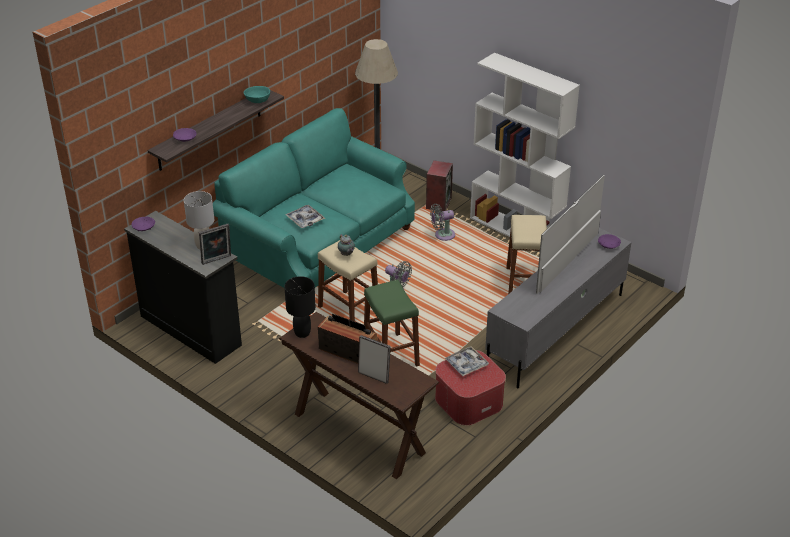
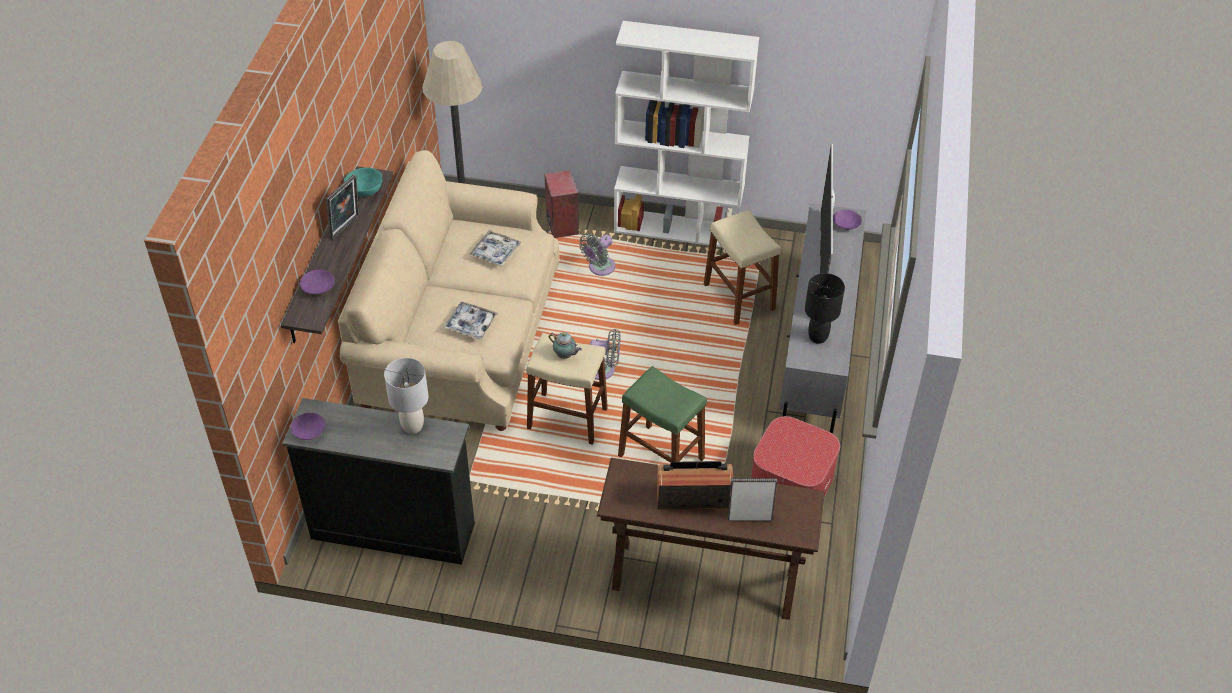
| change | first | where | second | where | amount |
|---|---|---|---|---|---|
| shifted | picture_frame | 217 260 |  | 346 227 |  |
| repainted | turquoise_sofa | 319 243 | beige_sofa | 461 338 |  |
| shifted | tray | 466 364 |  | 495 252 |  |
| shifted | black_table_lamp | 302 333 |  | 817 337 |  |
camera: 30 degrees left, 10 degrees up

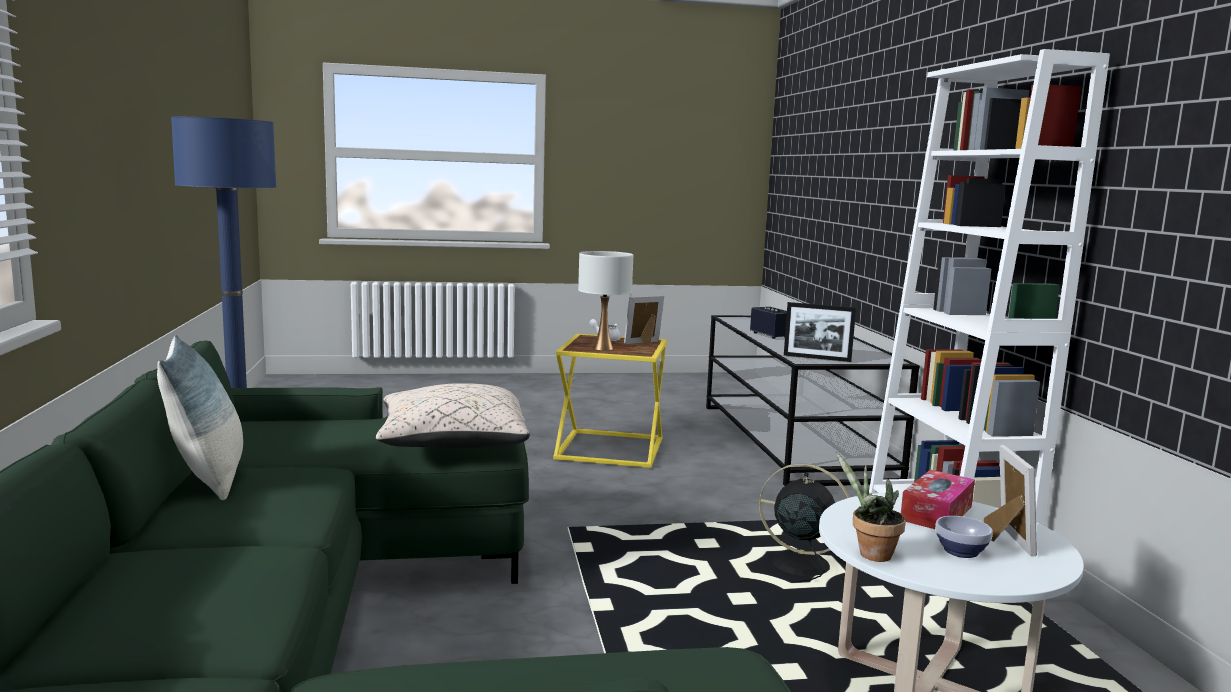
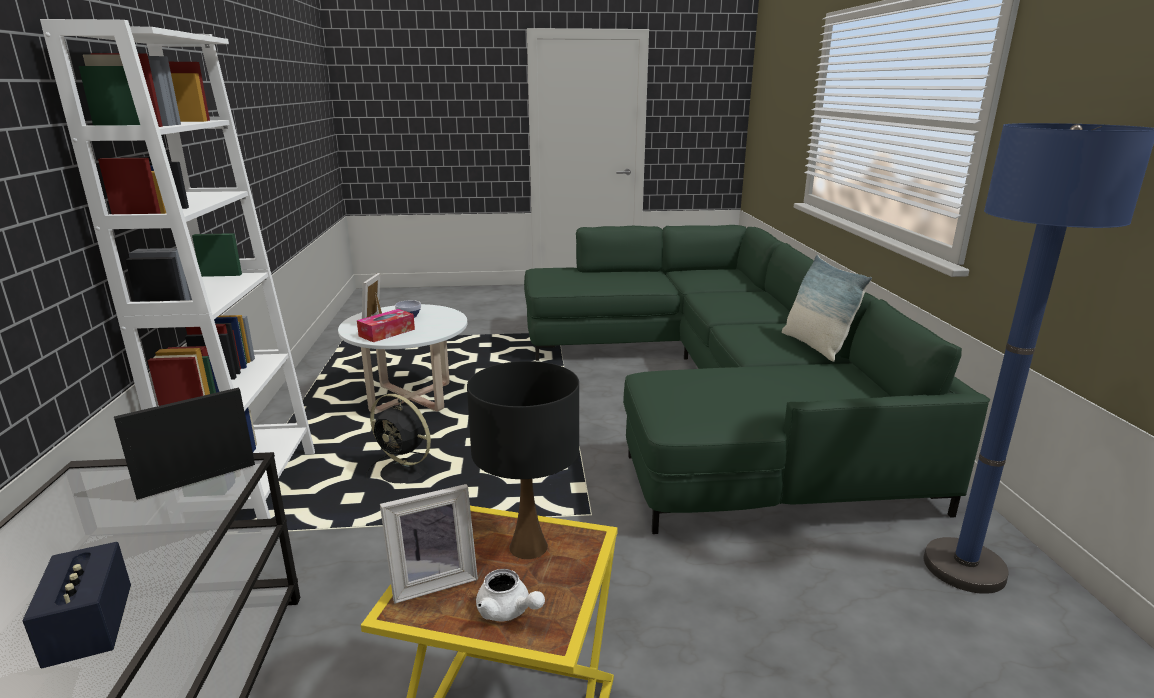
| change | first | where | second | where | amount |
|---|---|---|---|---|---|
| rotated | picture_frame | 817 358 |  | 197 480 | 60 degrees counterclockwise |
| repainted | white_table_lamp | 603 348 | black_table_lamp | 528 547 |  |
| gone | beige_pillow | 452 444 |  |  |  |
| gone | potted_plant | 870 554 |  |  |  |
camera: 175 degrees left, 10 degrees up

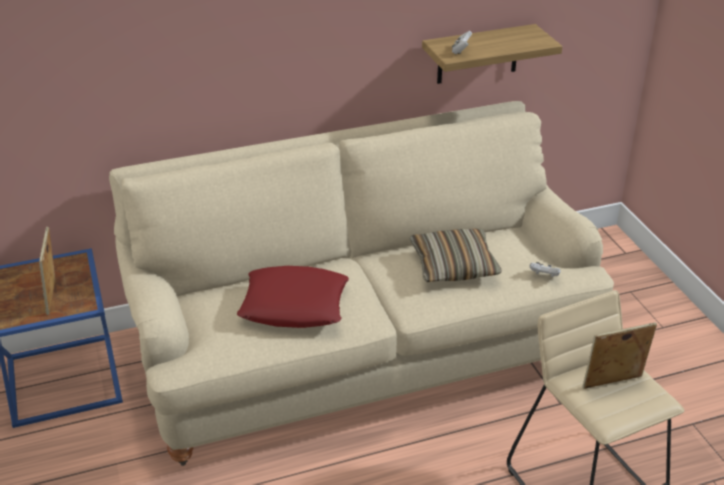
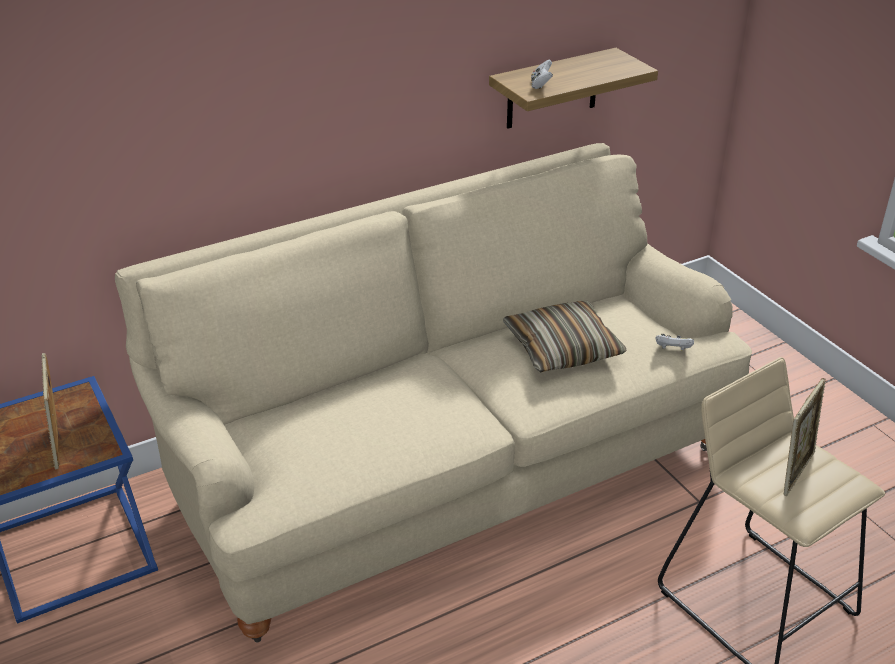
| change | first | where | second | where | amount |
|---|---|---|---|---|---|
| rotated | picture_frame | 612 384 |  | 795 471 | 150 degrees clockwise |
| gone | red_pillow | 294 305 |  |  |  |
camera: 10 degrees left, 0 degrees up

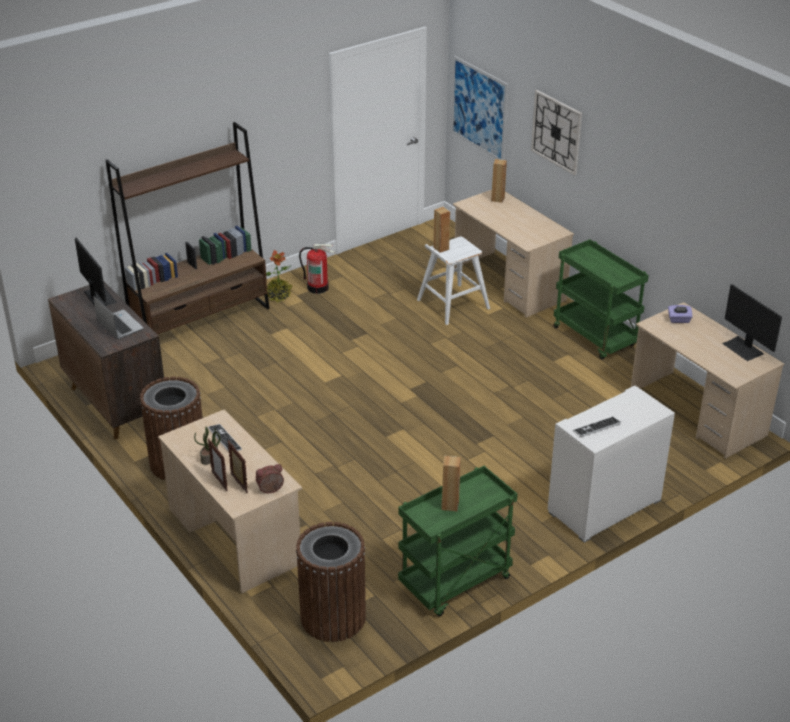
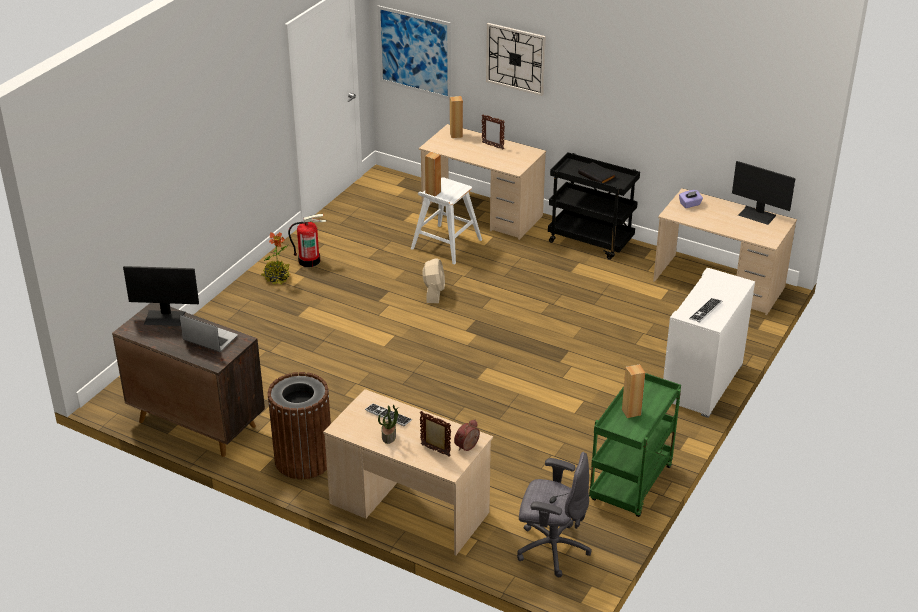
| change | first | where | second | where | amount |
|---|---|---|---|---|---|
| rotated | monitor | 99 297 |  | 165 318 | 150 degrees clockwise |
| new |  |  | beige_fan | 434 292 |  |
| shifted | picture_frame | 219 481 |  | 492 146 |  |
| swapped | brown_trash_can | 333 617 | grey_office_chair | 551 548 |  |
| repainted | green_cart | 596 337 | black_cart | 591 241 |  |
| new |  |  | black_book | 597 175 |  |
| gone | brown_bookcase | 201 320 |  |  |  |
camera: 25 degrees left, 0 degrees up

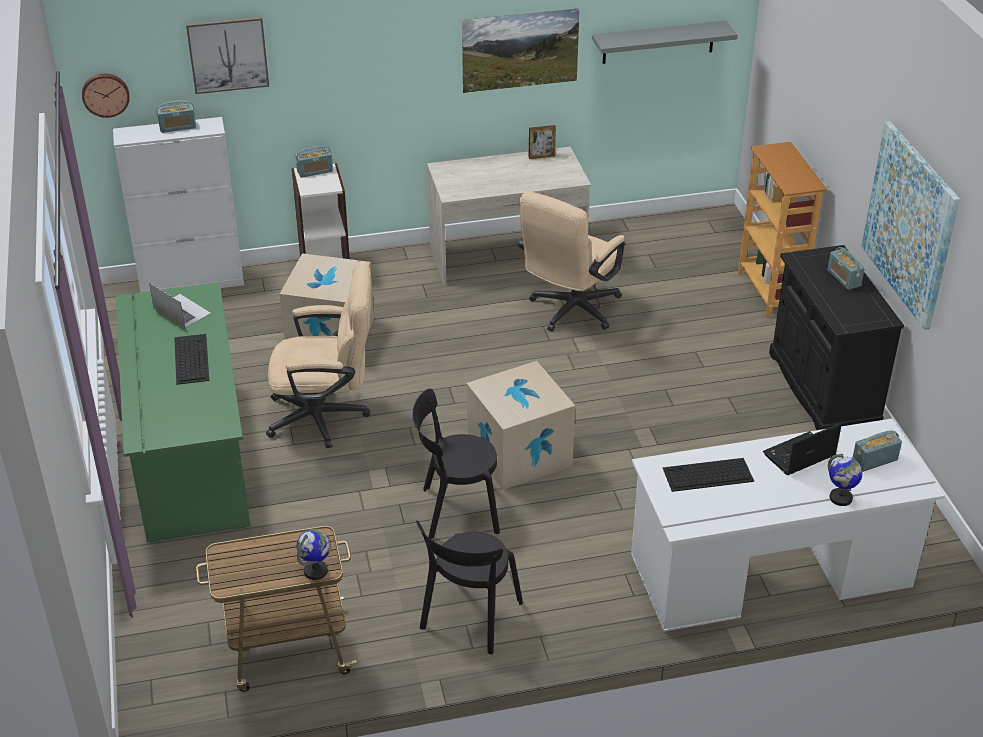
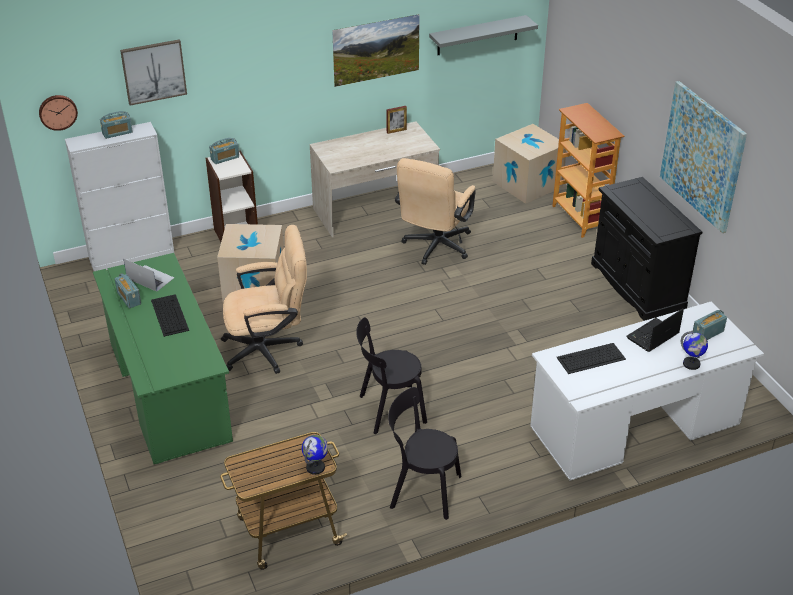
| change | first | where | second | where | amount |
|---|---|---|---|---|---|
| shifted | radio | 843 278 |  | 129 298 |  |
| rotated | black_chair | 469 619 |  | 422 490 | 90 degrees clockwise |
| shifted | cardboard_box | 519 454 |  | 527 184 |  |
camera: 10 degrees left, 0 degrees up

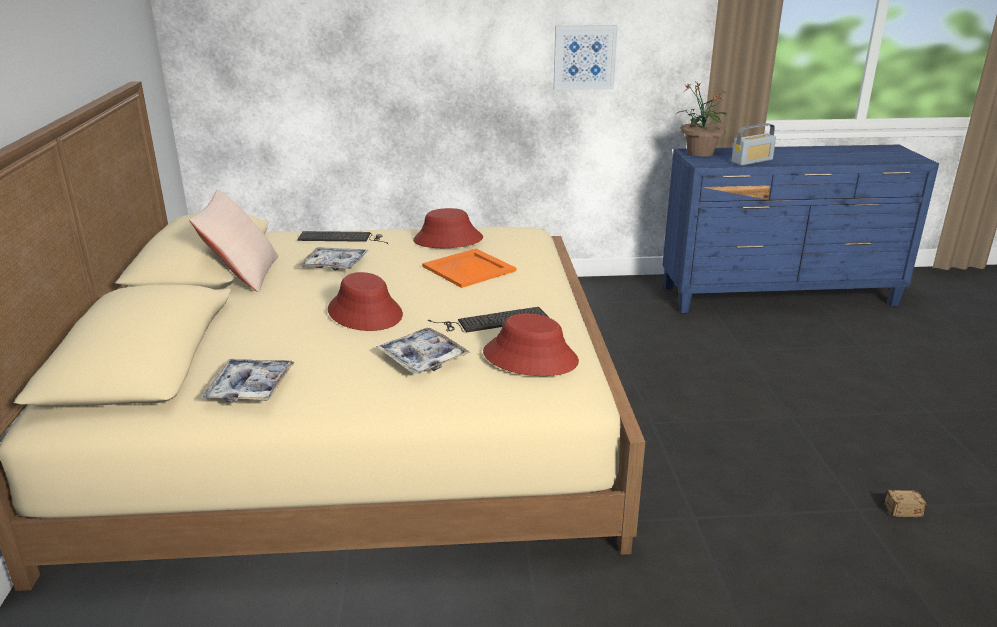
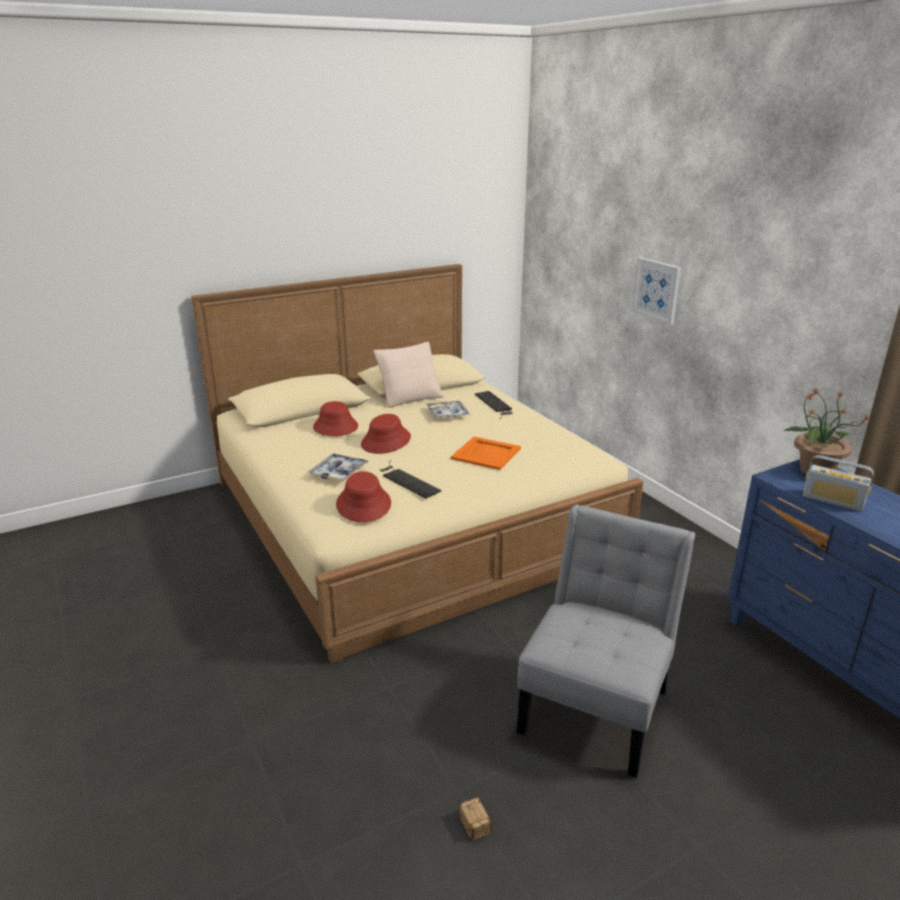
| change | first | where | second | where | amount |
|---|---|---|---|---|---|
| shifted | red_hat | 448 240 |  | 335 427 |  |
| new |  |  | grey_chair | 597 705 |  |
| shifted | picture | 584 57 |  | 657 290 |  |
| gone | tray | 250 388 |  |  |  |
camera: 65 degrees right, 0 degrees up

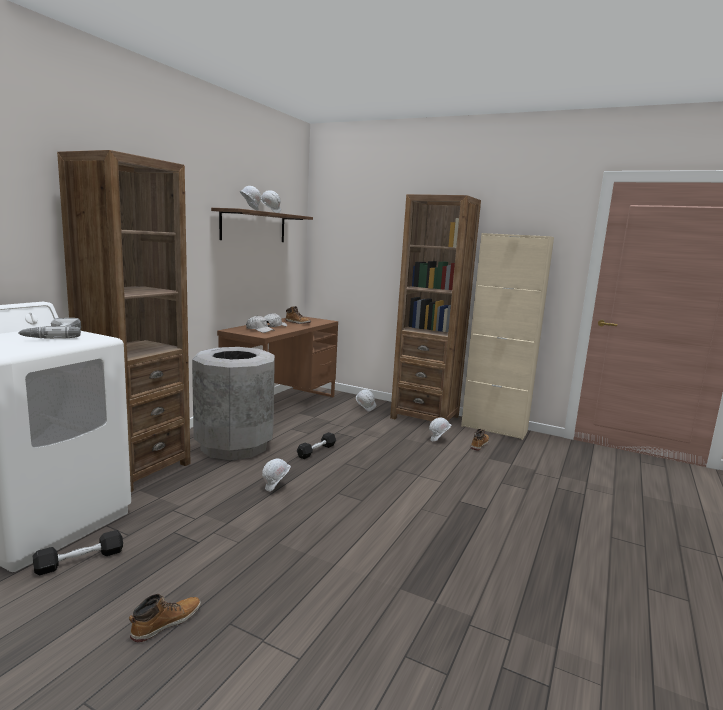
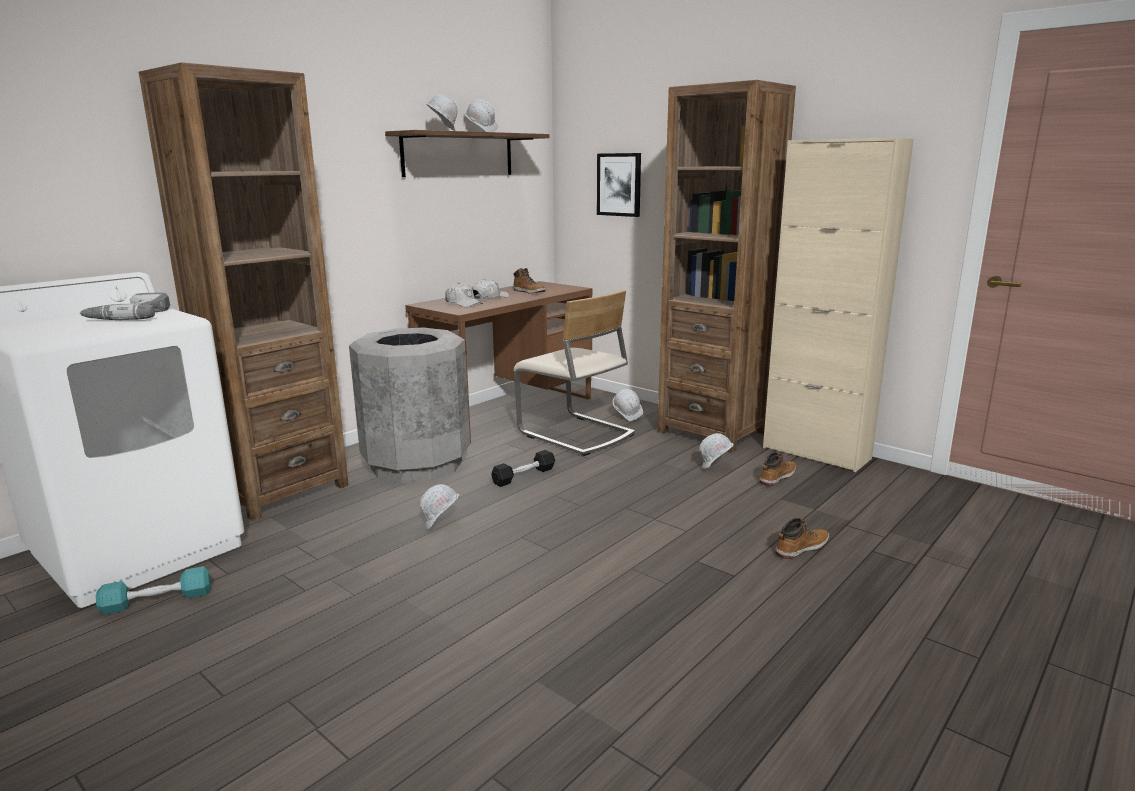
| change | first | where | second | where | amount |
|---|---|---|---|---|---|
| repainted | black_dumbbell | 80 560 | turquoise_dumbbell | 157 601 |  |
| new |  |  | beige_chair | 575 434 |  |
| new |  |  | picture | 619 184 |  |
| shifted | boot | 166 623 |  | 801 548 |  |
camera: 15 degrees right, 5 degrees up

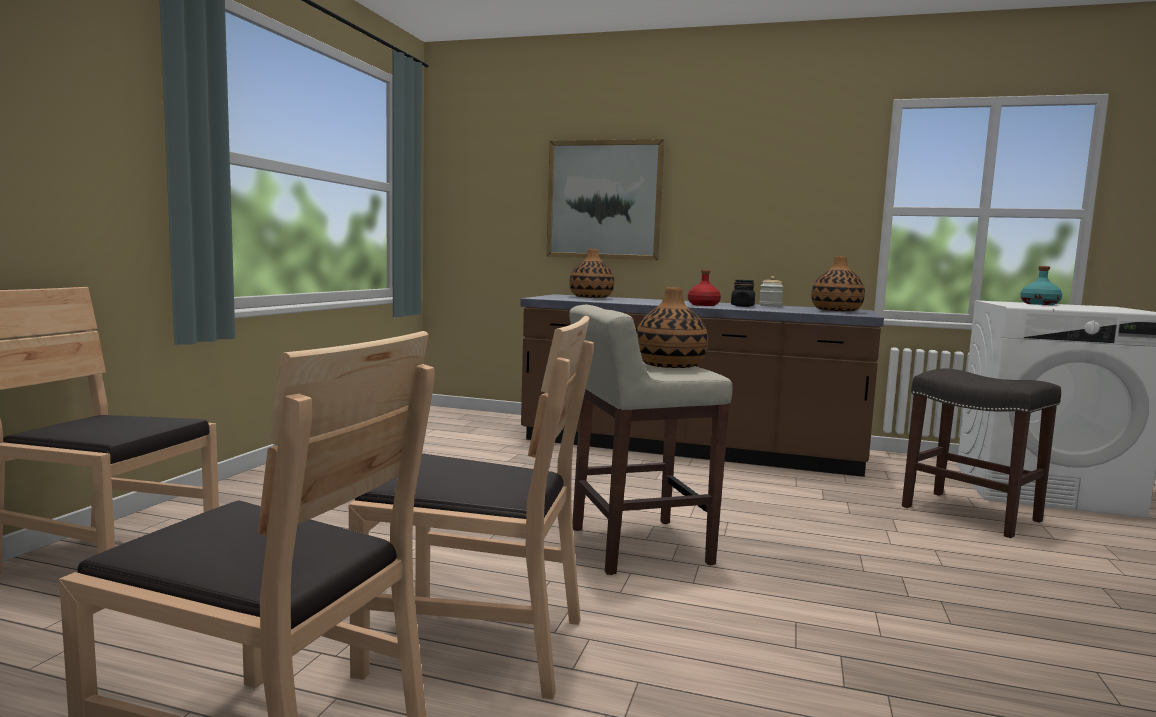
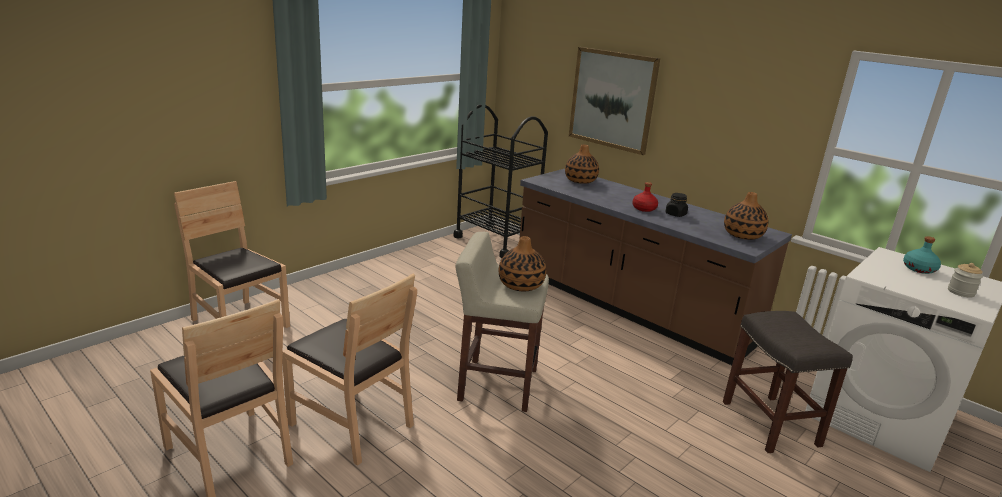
| change | first | where | second | where | amount |
|---|---|---|---|---|---|
| new |  |  | black_cart | 496 241 |  |
| shifted | jar | 770 306 |  | 960 292 |  |
camera: 25 degrees right, 15 degrees up

